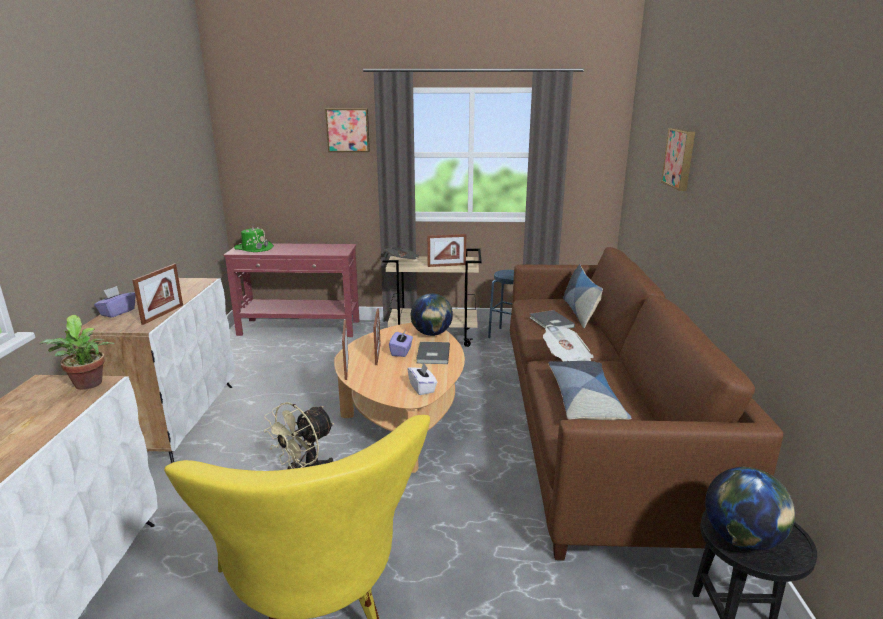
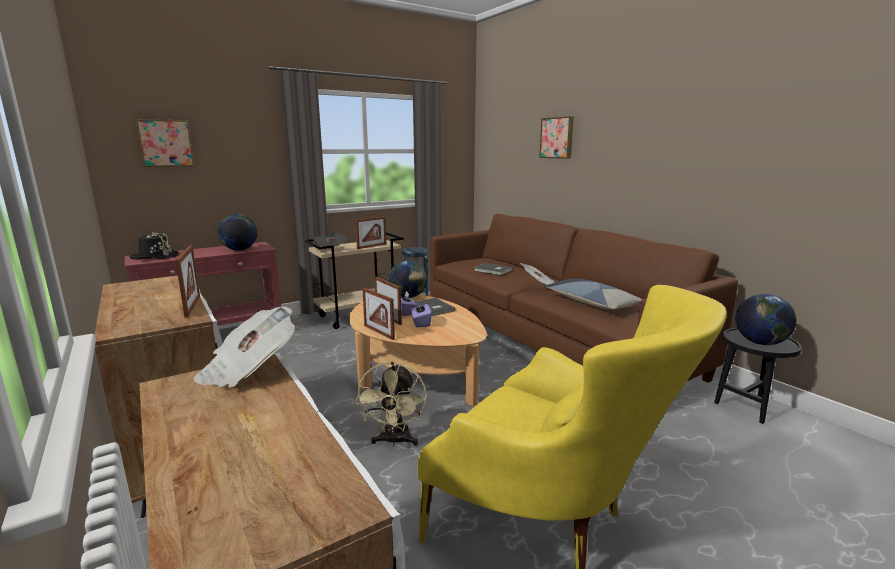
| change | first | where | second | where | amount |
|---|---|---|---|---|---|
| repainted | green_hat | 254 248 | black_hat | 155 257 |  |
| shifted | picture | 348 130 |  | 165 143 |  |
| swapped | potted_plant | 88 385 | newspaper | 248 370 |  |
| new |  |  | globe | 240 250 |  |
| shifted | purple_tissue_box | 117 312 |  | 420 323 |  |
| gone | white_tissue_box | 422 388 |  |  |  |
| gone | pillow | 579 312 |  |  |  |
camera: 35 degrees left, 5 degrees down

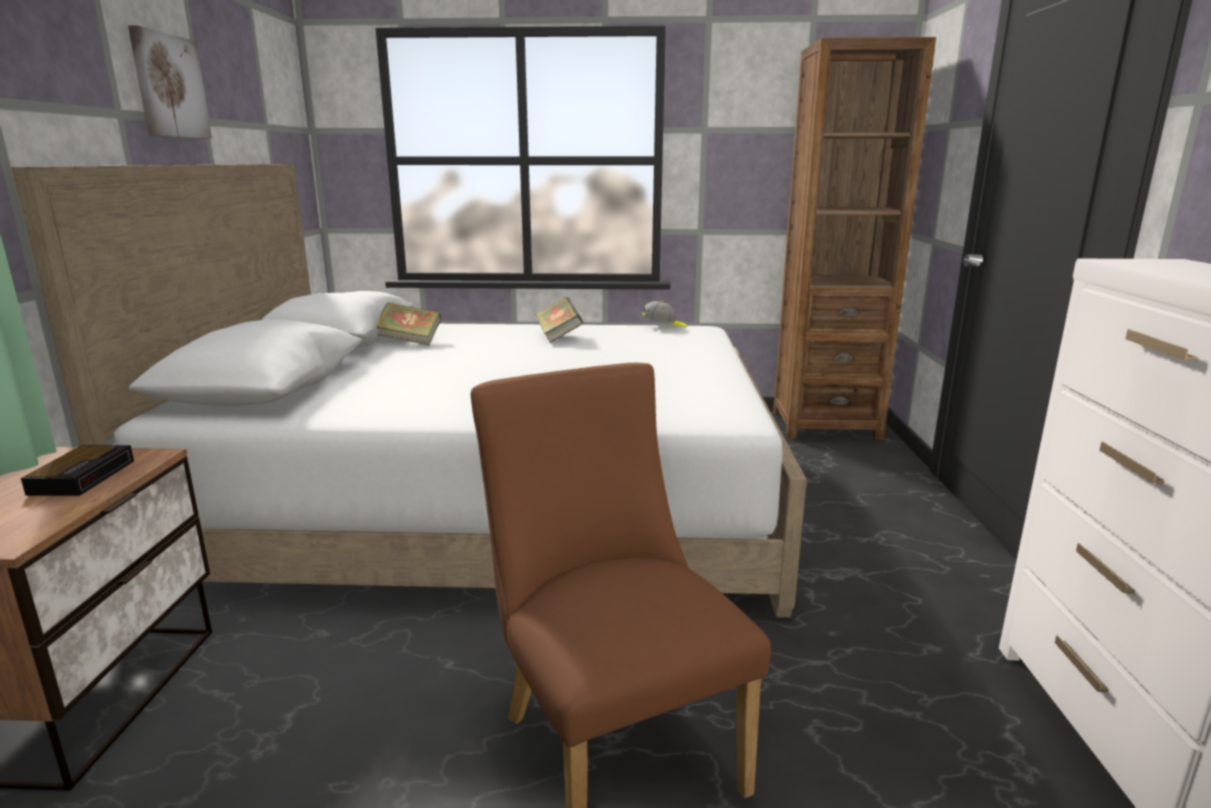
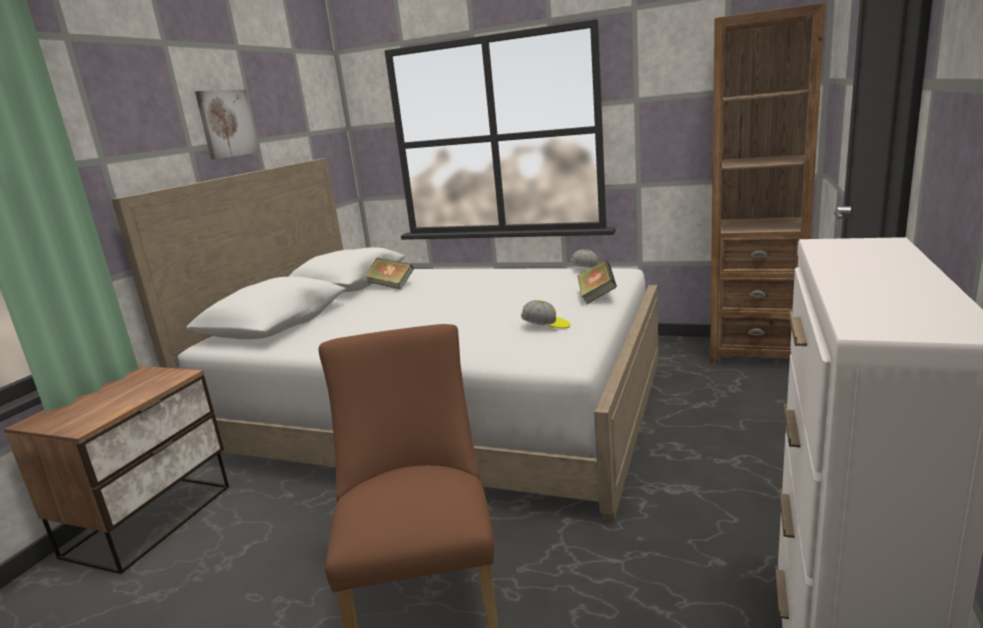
| change | first | where | second | where | amount |
|---|---|---|---|---|---|
| new |  |  | cap | 546 326 |  |
| shifted | book | 558 336 |  | 596 297 |  |
| gone | alarm_clock | 84 476 |  |  |  |
camera: 20 degrees right, 0 degrees up

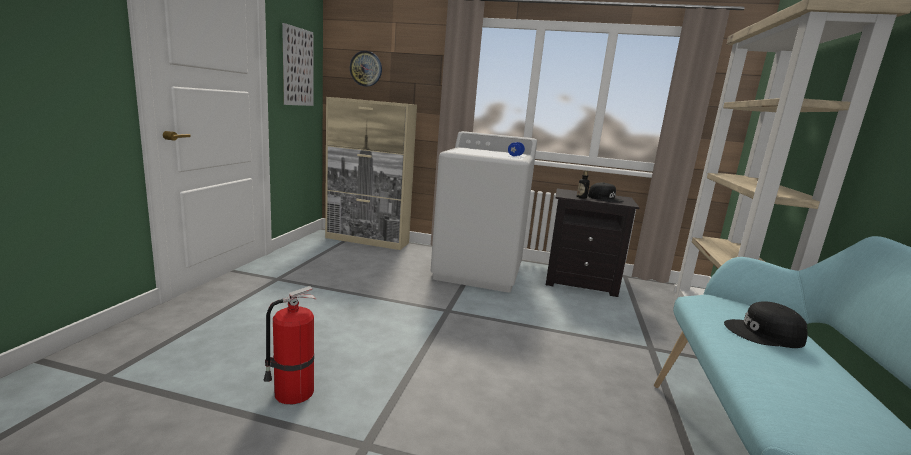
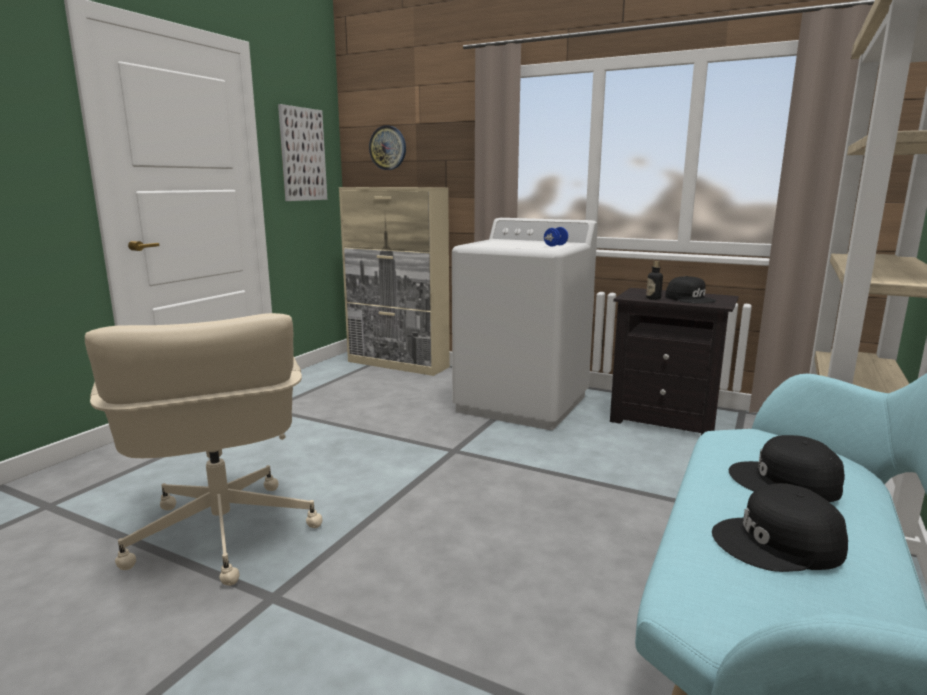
| change | first | where | second | where | amount |
|---|---|---|---|---|---|
| swapped | fire_extinguisher | 292 393 | beige_office_chair | 222 534 |  |
| new |  |  | black_cap | 779 544 |  |
camera: 15 degrees right, 0 degrees up

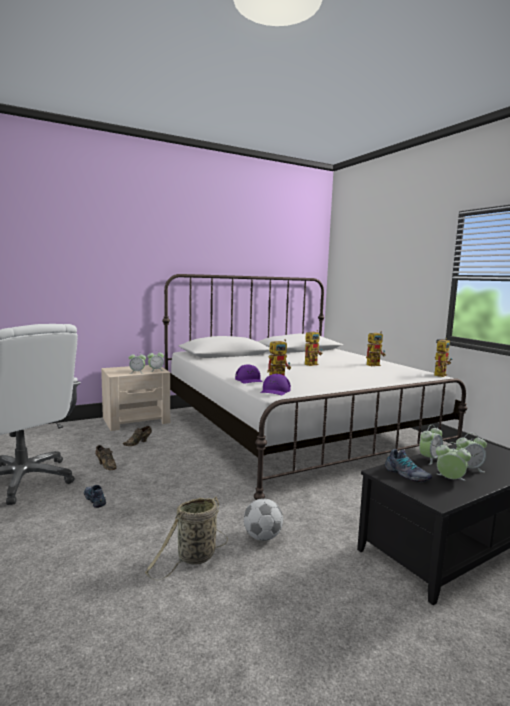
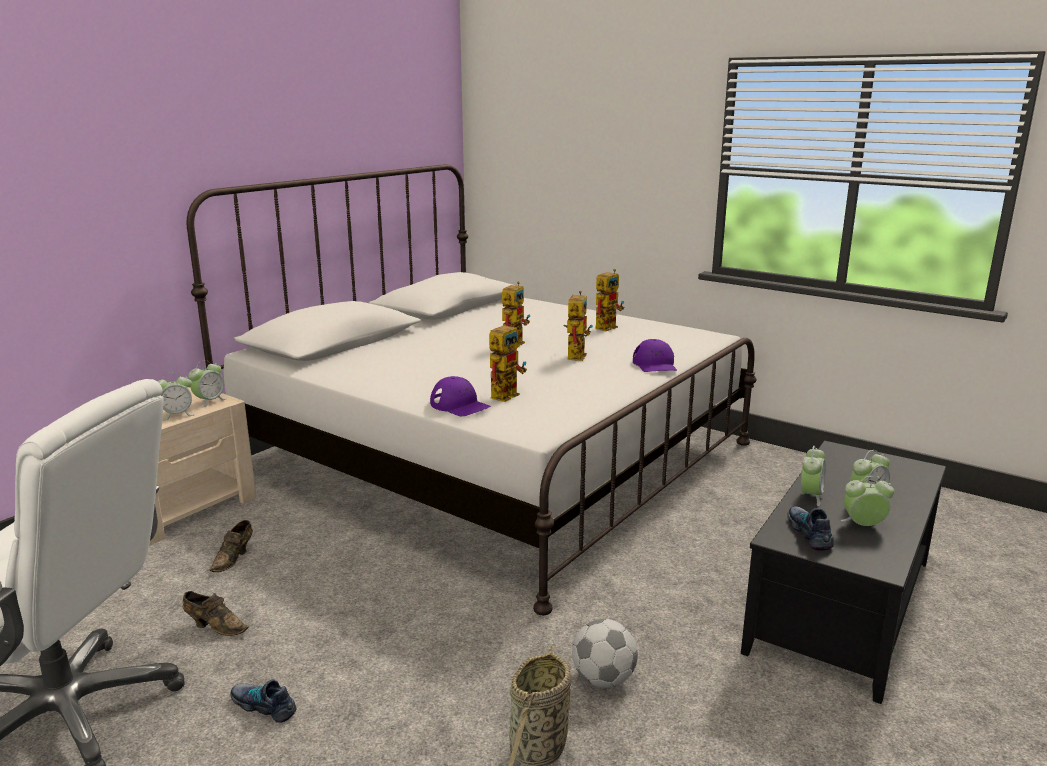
| change | first | where | second | where | amount |
|---|---|---|---|---|---|
| shifted | toy_robot | 440 374 |  | 575 355 |  |
| shifted | purple_cap | 275 391 |  | 655 365 |  |
| rotated | shoe | 406 475 |  | 810 533 | 120 degrees counterclockwise |
camera: 25 degrees left, 10 degrees up

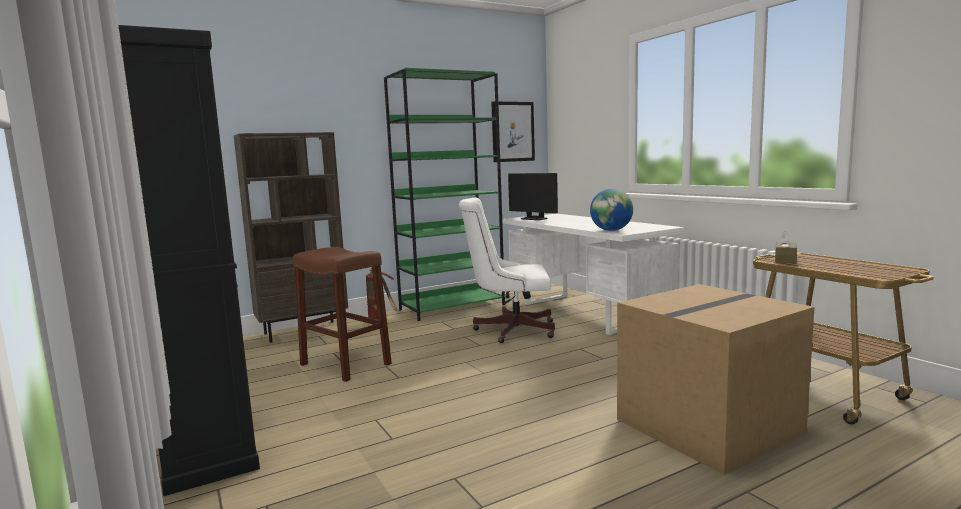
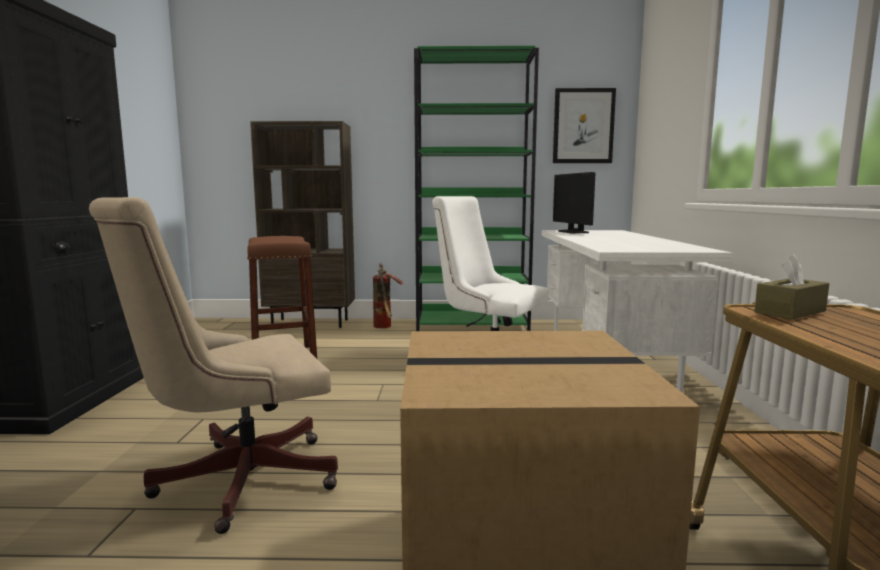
| change | first | where | second | where | amount |
|---|---|---|---|---|---|
| new |  |  | beige_office_chair | 235 480 |  |
| gone | globe | 611 230 |  |  |  |
camera: 30 degrees right, 0 degrees up

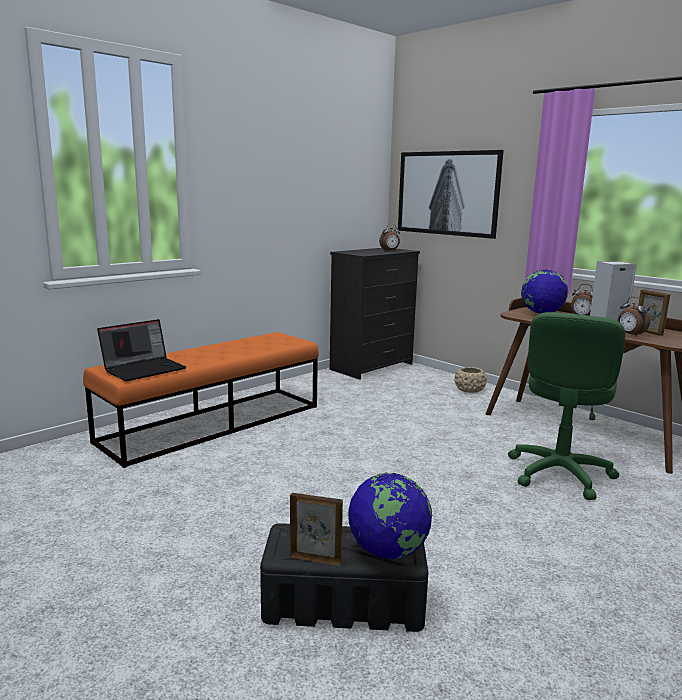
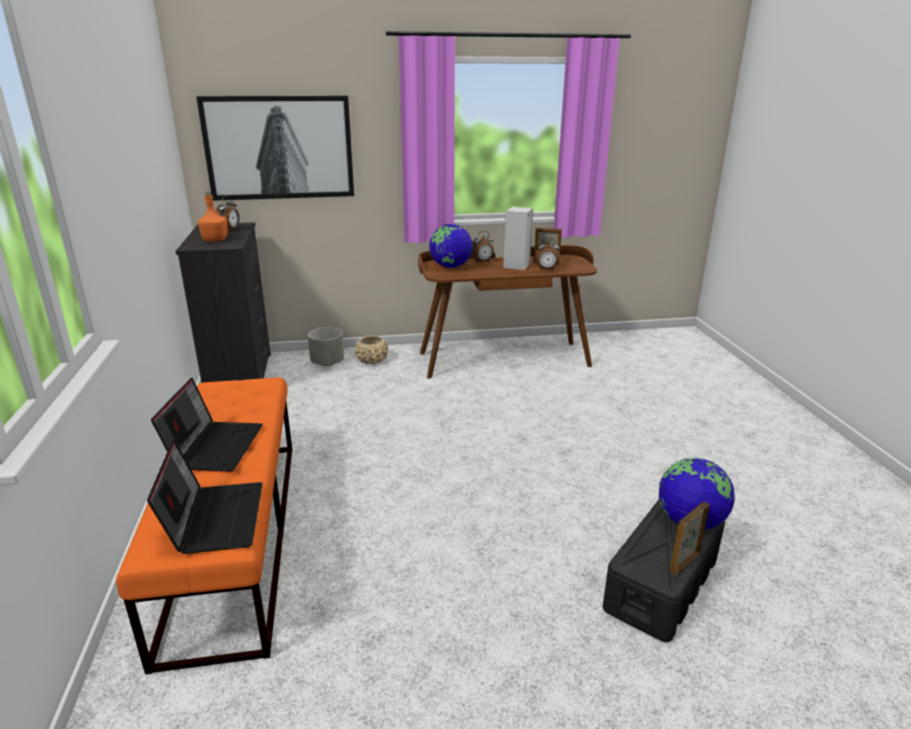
| change | first | where | second | where | amount |
|---|---|---|---|---|---|
| new |  |  | laptop | 214 446 |  |
| new |  |  | orange_bottle | 215 240 |  |
| new |  |  | grey_planter | 327 363 |  |
| gone | green_office_chair | 559 474 |  |  |  |
camera: 55 degrees left, 10 degrees up

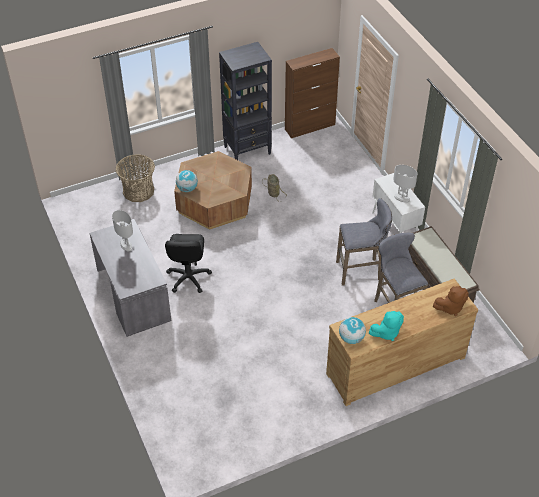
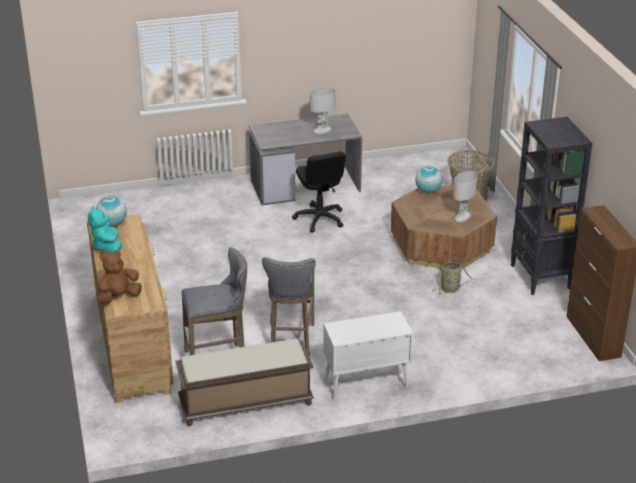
| change | first | where | second | where | amount |
|---|---|---|---|---|---|
| rotated | brown_plush_toy | 450 307 |  | 119 297 | 60 degrees clockwise |
| rotated | black_office_chair | 188 278 |  | 319 219 | 120 degrees counterclockwise |
| shifted | white_table_lamp | 401 198 |  | 462 217 |  |
camera: 100 degrees right, 15 degrees down

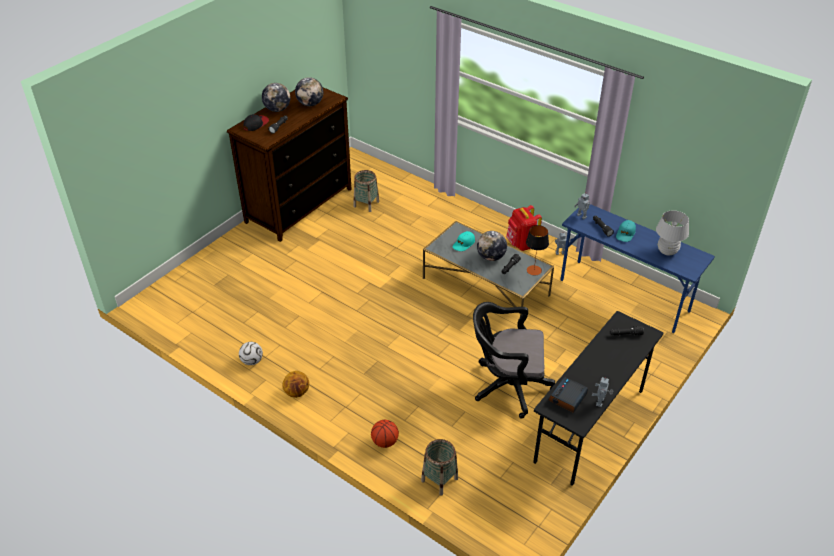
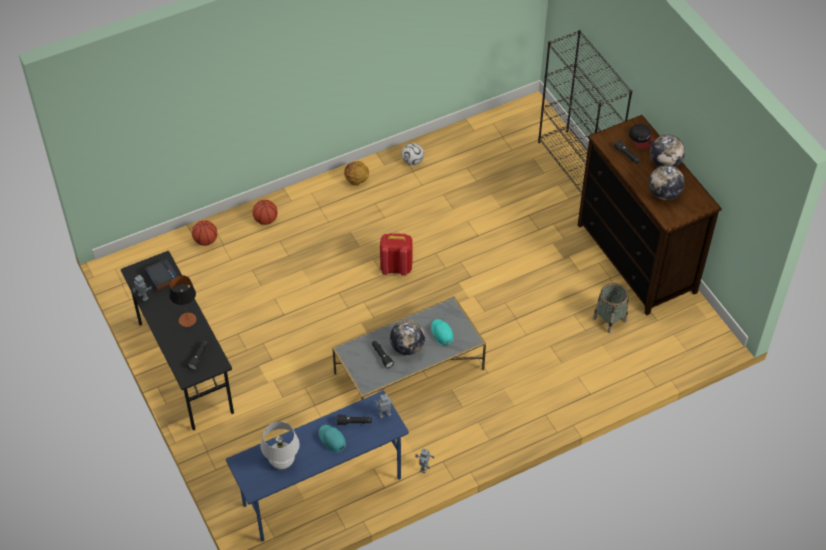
| change | first | where | second | where | amount |
|---|---|---|---|---|---|
| shifted | table_lamp | 534 270 |  | 187 319 |  |
| swapped | basket | 439 479 | basketball | 206 241 |  |
| shifted | red_backpack | 521 244 |  | 396 267 |  |
| new |  |  | black_bookcase | 577 166 |  |
| gone | black_office_chair | 507 386 |  |  |  |
camera: 115 degrees right, 10 degrees up

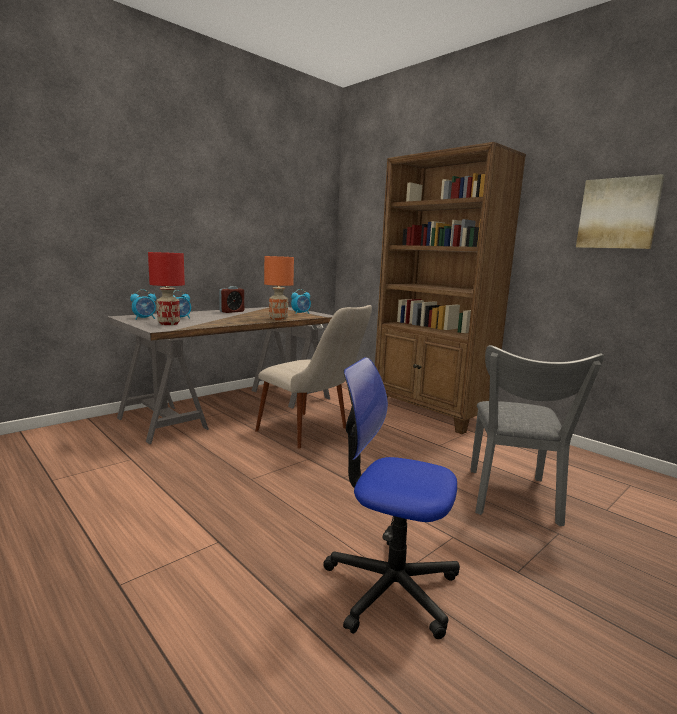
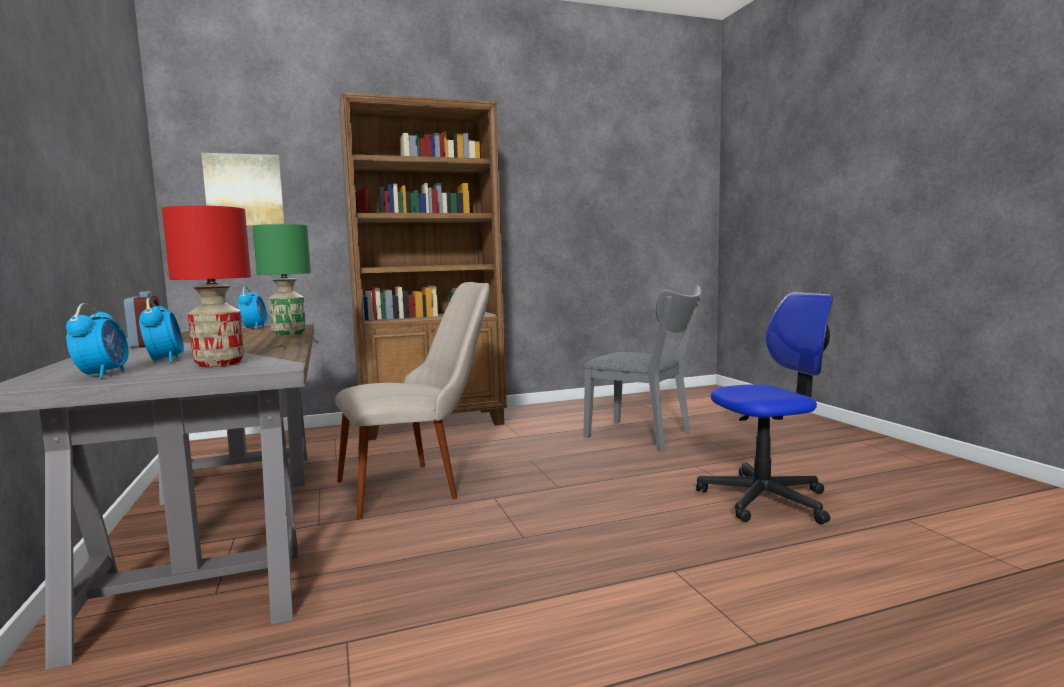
| change | first | where | second | where | amount |
|---|---|---|---|---|---|
| shifted | picture | 618 213 |  | 244 190 |  |
| repainted | orange_table_lamp | 278 319 | green_table_lamp | 289 334 |  |
| rotated | office_chair | 390 586 |  | 764 499 | 150 degrees counterclockwise |
camera: 65 degrees left, 5 degrees down

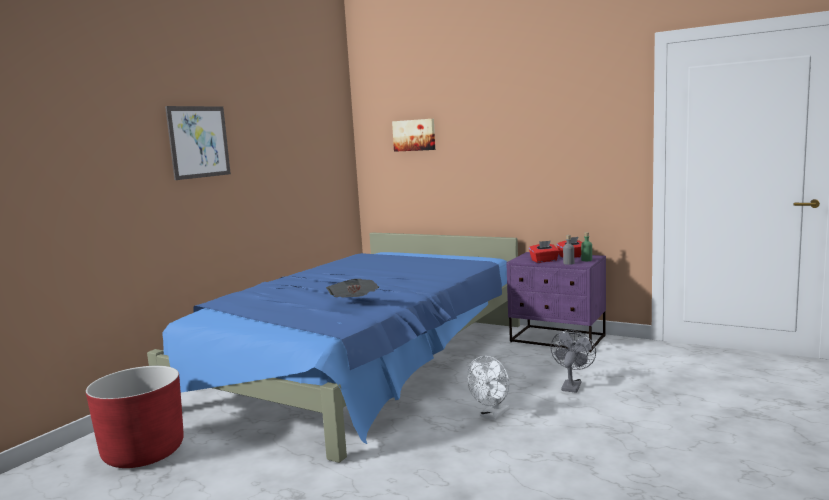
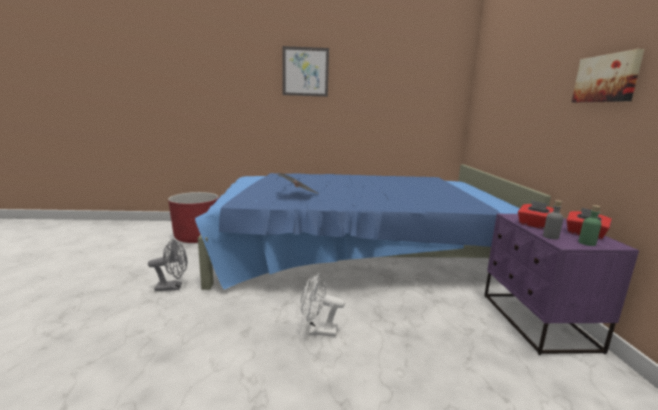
| change | first | where | second | where | amount |
|---|---|---|---|---|---|
| shifted | grey_fan | 571 385 |  | 173 287 |  |
| shifted | picture | 414 135 |  | 607 78 |  |
camera: 55 degrees right, 5 degrees up

